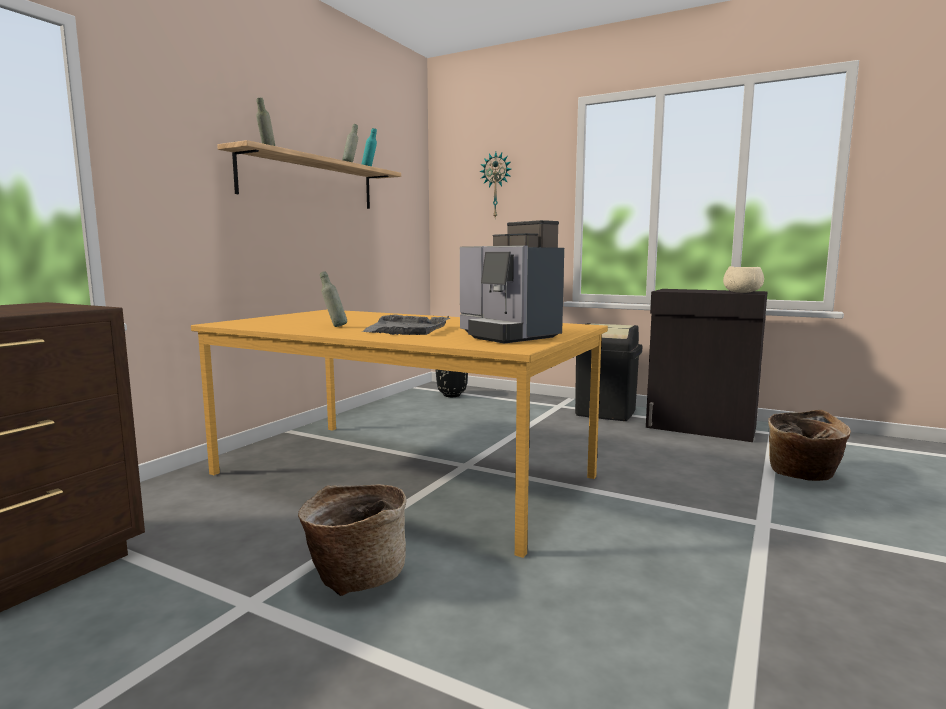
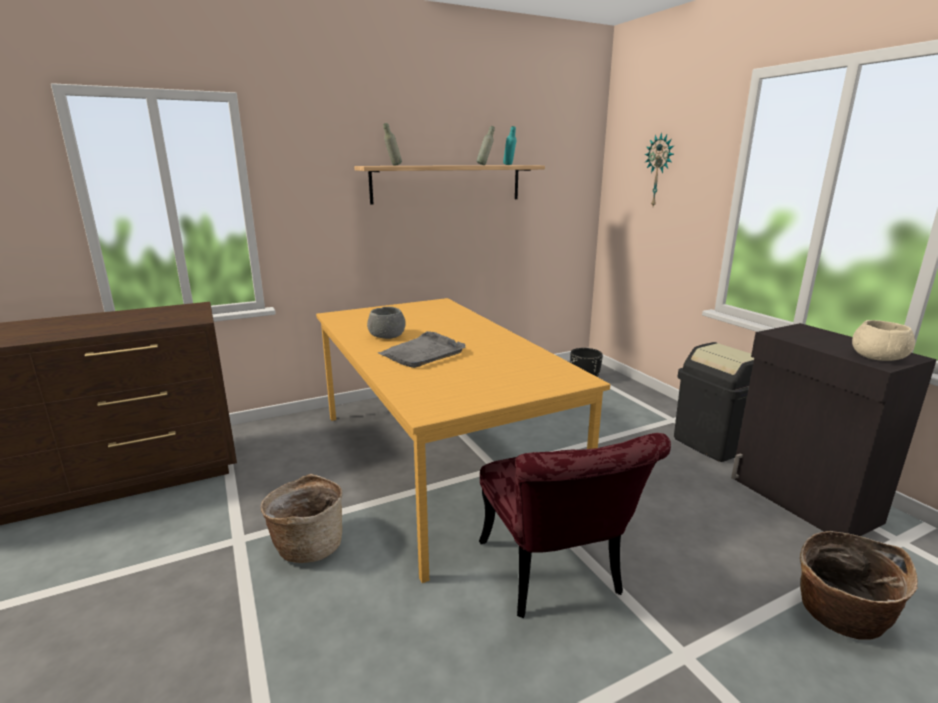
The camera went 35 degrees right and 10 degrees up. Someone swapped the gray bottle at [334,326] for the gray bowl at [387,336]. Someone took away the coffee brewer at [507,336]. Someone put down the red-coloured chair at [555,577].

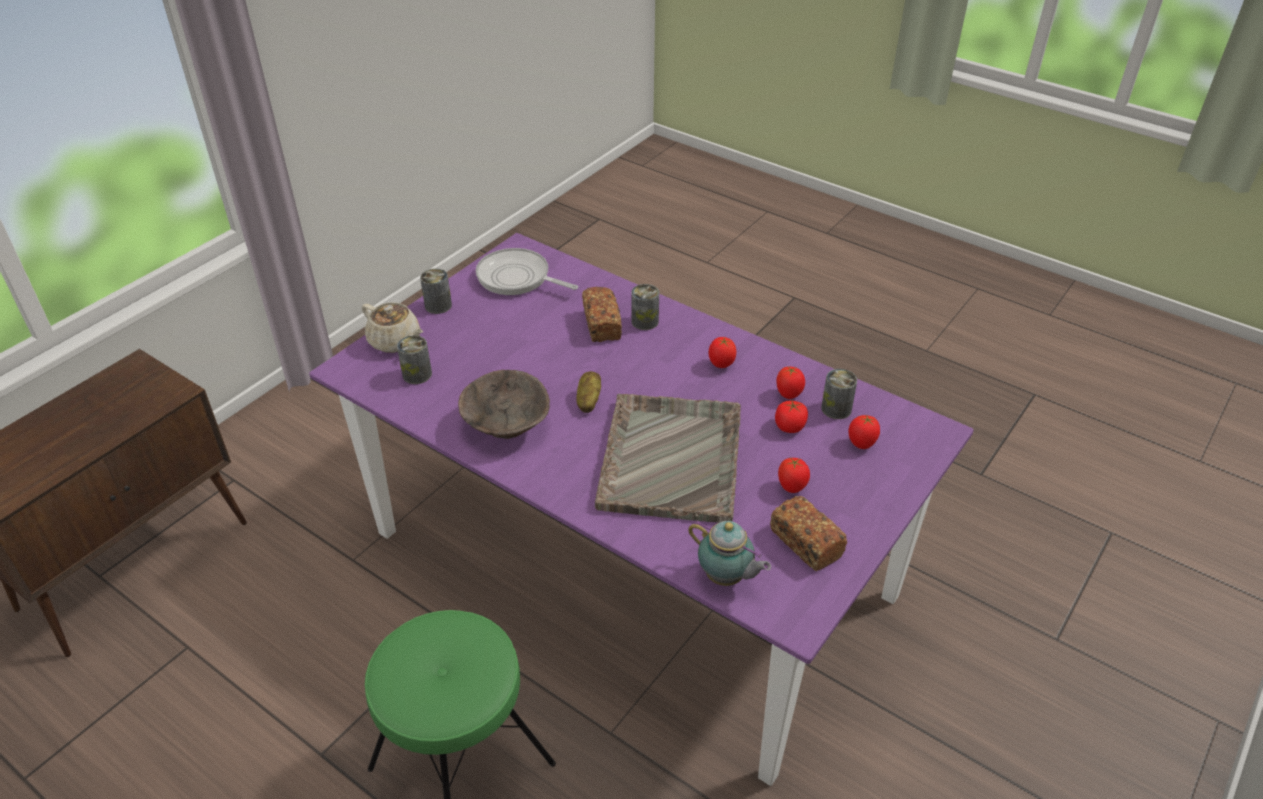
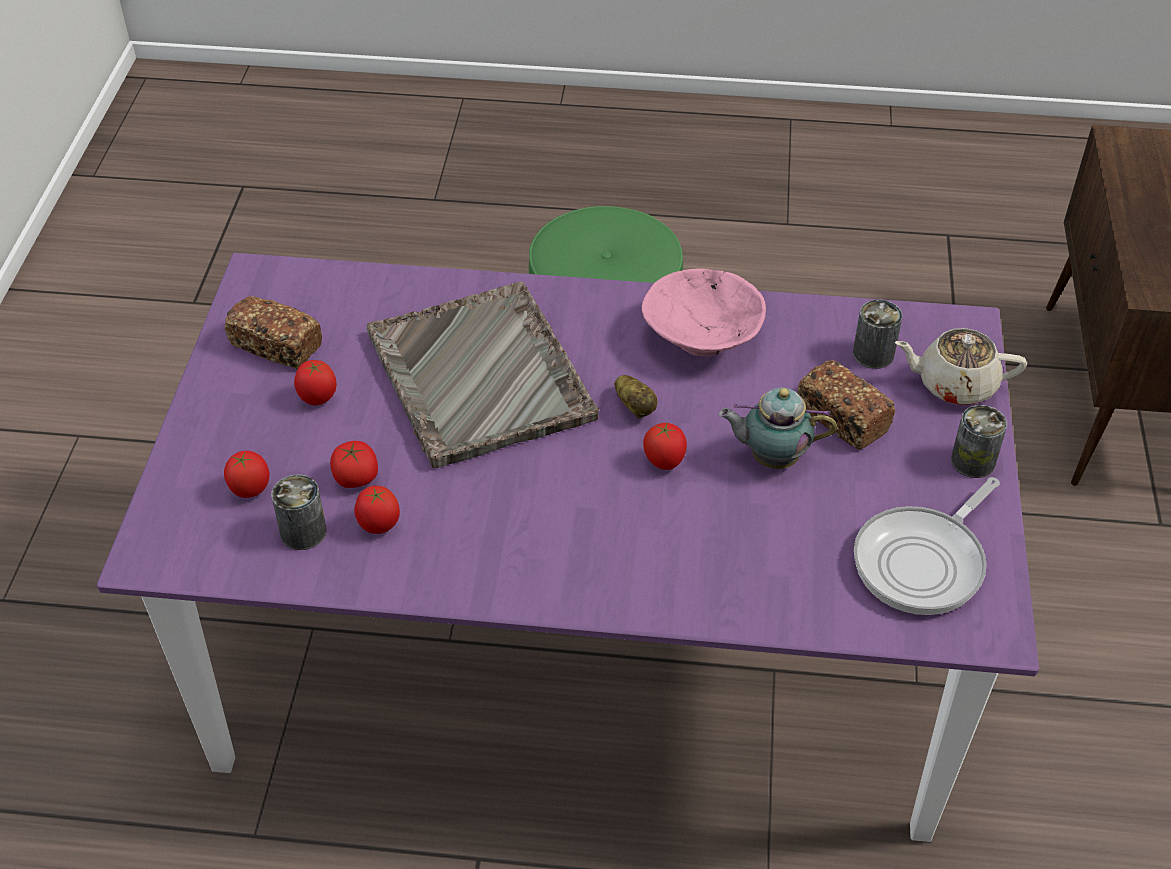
The camera went 150 degrees right and 5 degrees up. Someone repainted the brownish bowl at [506,424], which became the pink bowl at [703,339]. Someone rotated the skillet at [517,278] by 135 degrees clockwise. Someone carried the bakery bread from [602,325] to [842,418]. Someone took away the can at [645,321]. Someone carried the tea pot from [726,578] to [771,458]. Someone carried the tomato from [721,365] to [664,462].

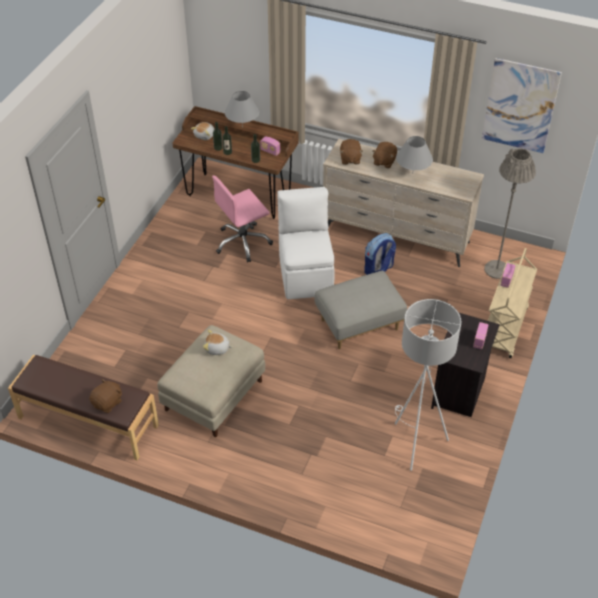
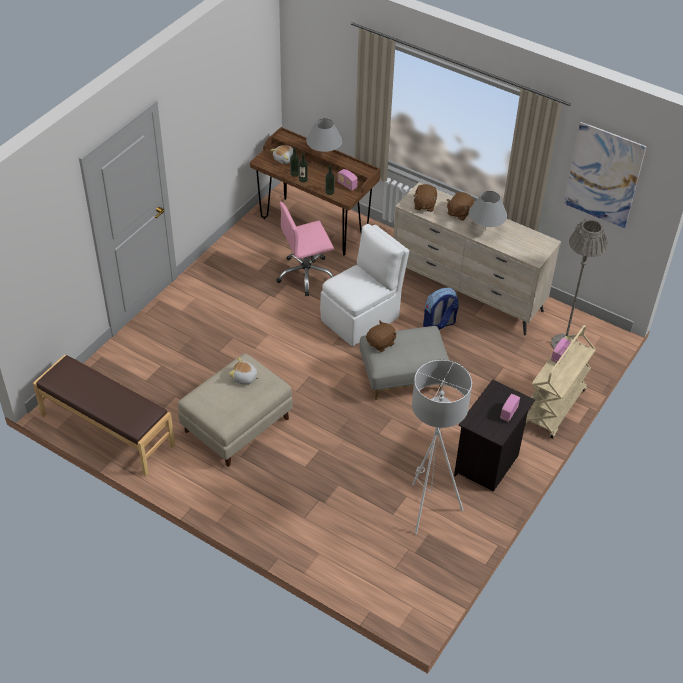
The camera went 10 degrees right and 0 degrees up. Someone carried the brownish cuddly toy from [108,403] to [381,343]. Someone rotated the white-coloured chair at [305,274] by 45 degrees clockwise.

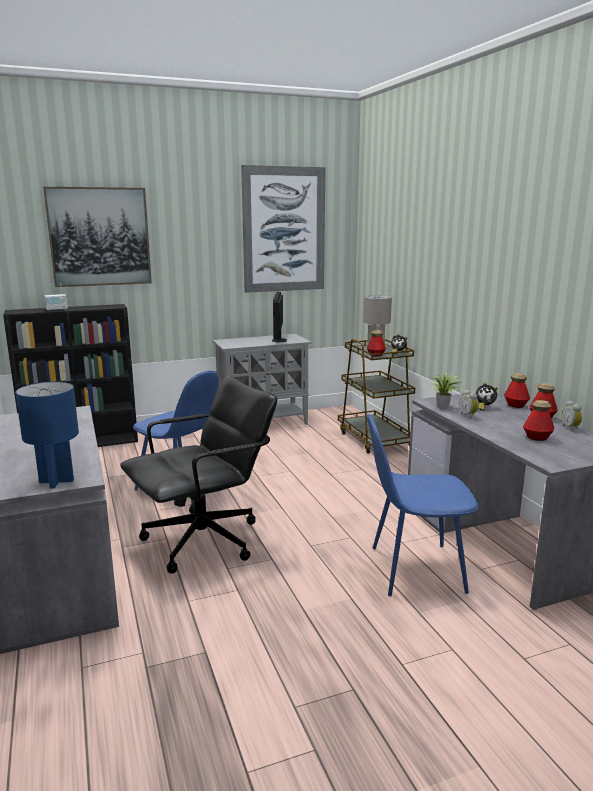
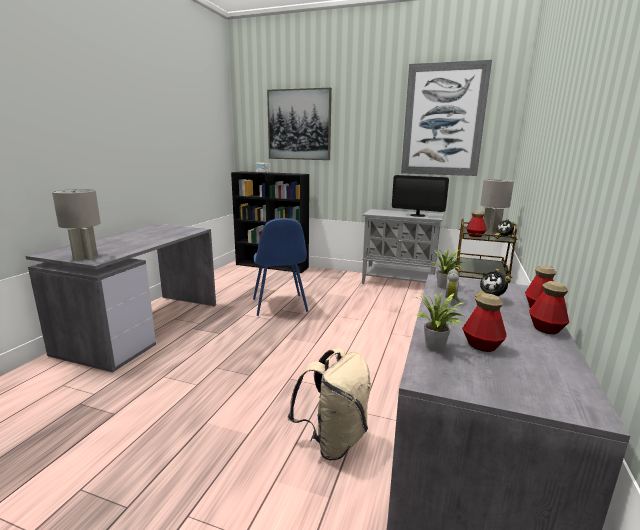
The camera went 40 degrees right and 0 degrees up. Someone repainted the blue-coloured lamp for a table at [56,481], which became the gray lamp for a table at [85,258]. Someone took away the black computer chair at [204,541]. Someone rotated the monitor at [279,340] by 105 degrees counterclockwise. Someone swapped the blue-coloured chair at [414,569] for the beige-coloured knapsack at [333,440]. Someone took away the table clock at [571,428]. Someone put down the houseplant at [436,348].

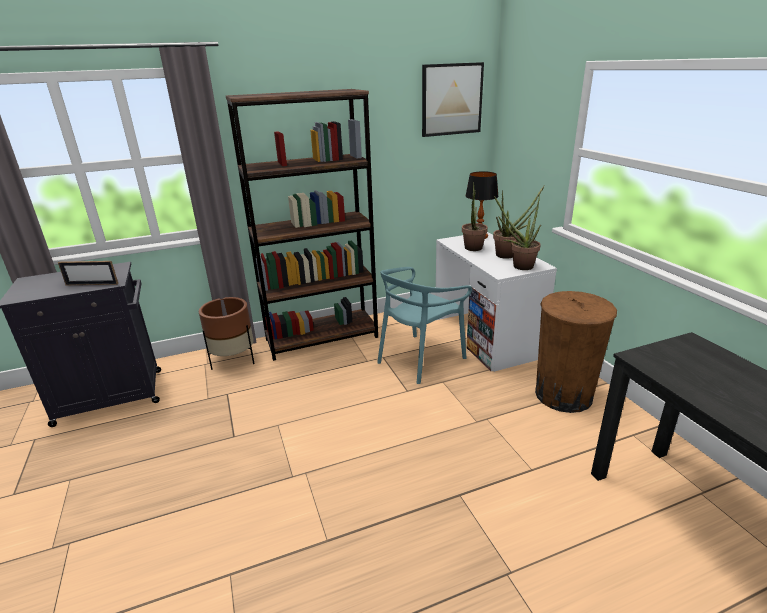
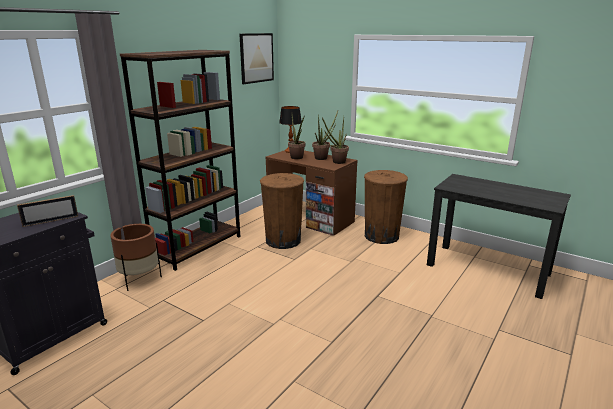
The camera went 35 degrees left and 5 degrees down. Someone swapped the blue-green chair at [420,359] for the brownish waste bin at [283,240]. Someone repainted the white-coloured desk unit at [485,337], which became the brownish desk unit at [310,219].

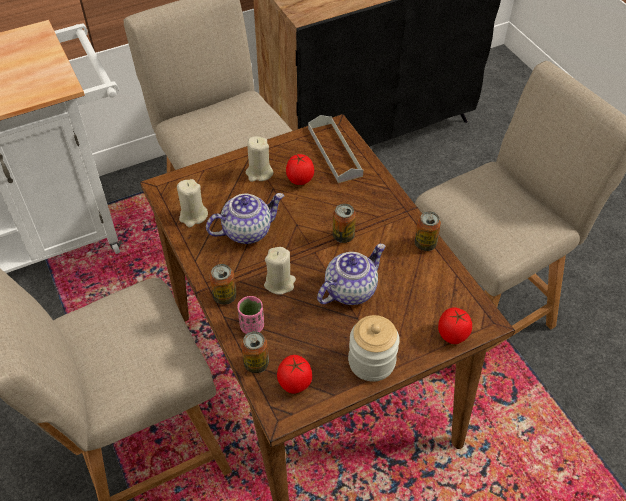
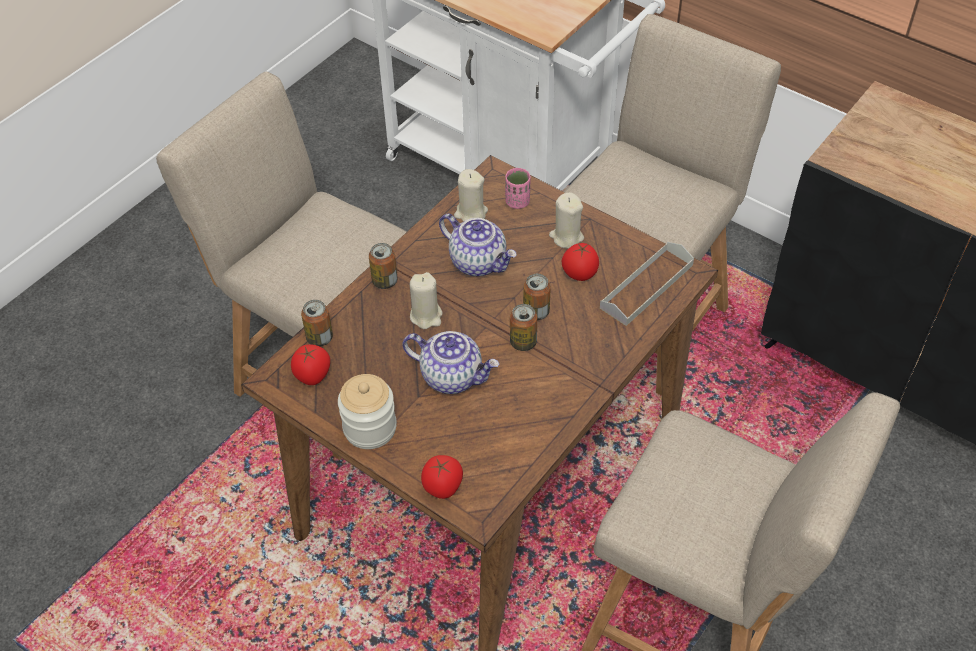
The camera went 65 degrees right and 0 degrees up. Someone carried the pink drinking cup from [252,326] to [517,202]. Someone carried the can from [425,244] to [536,312].

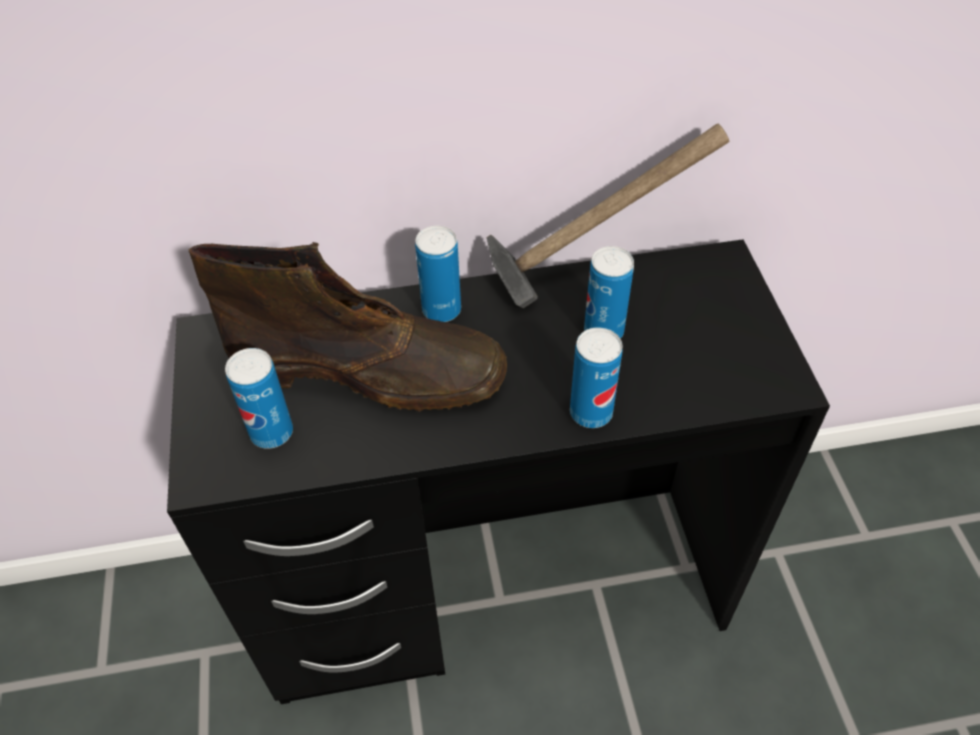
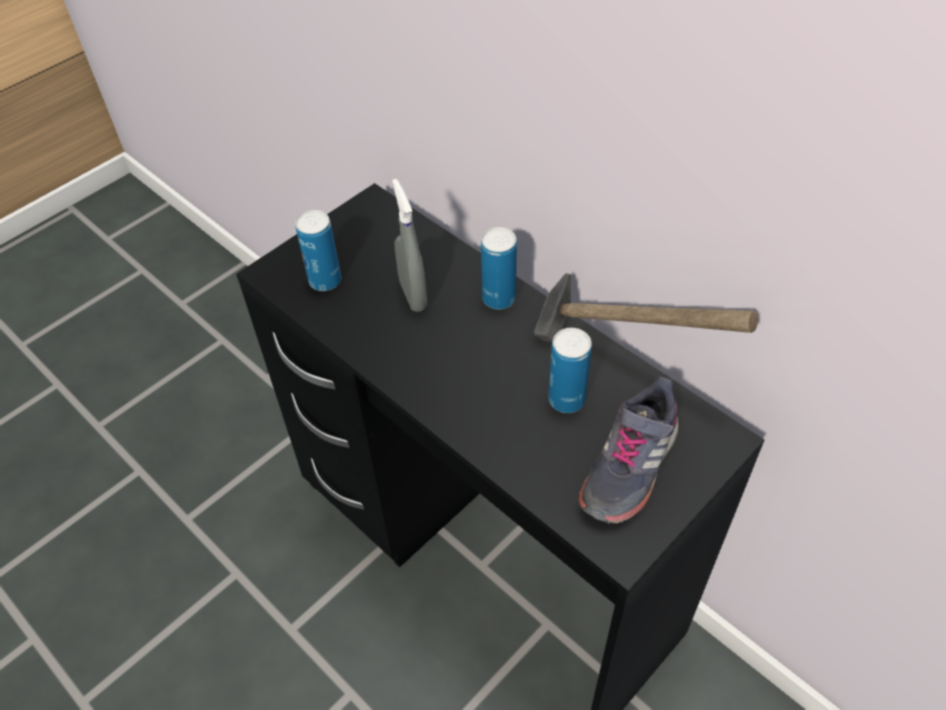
The camera went 55 degrees right and 0 degrees up. Someone swapped the brownish tall boot at [371,370] for the gray sprayer at [413,295]. Someone took away the can at [591,412]. Someone put down the gray item of footwear at [628,466].

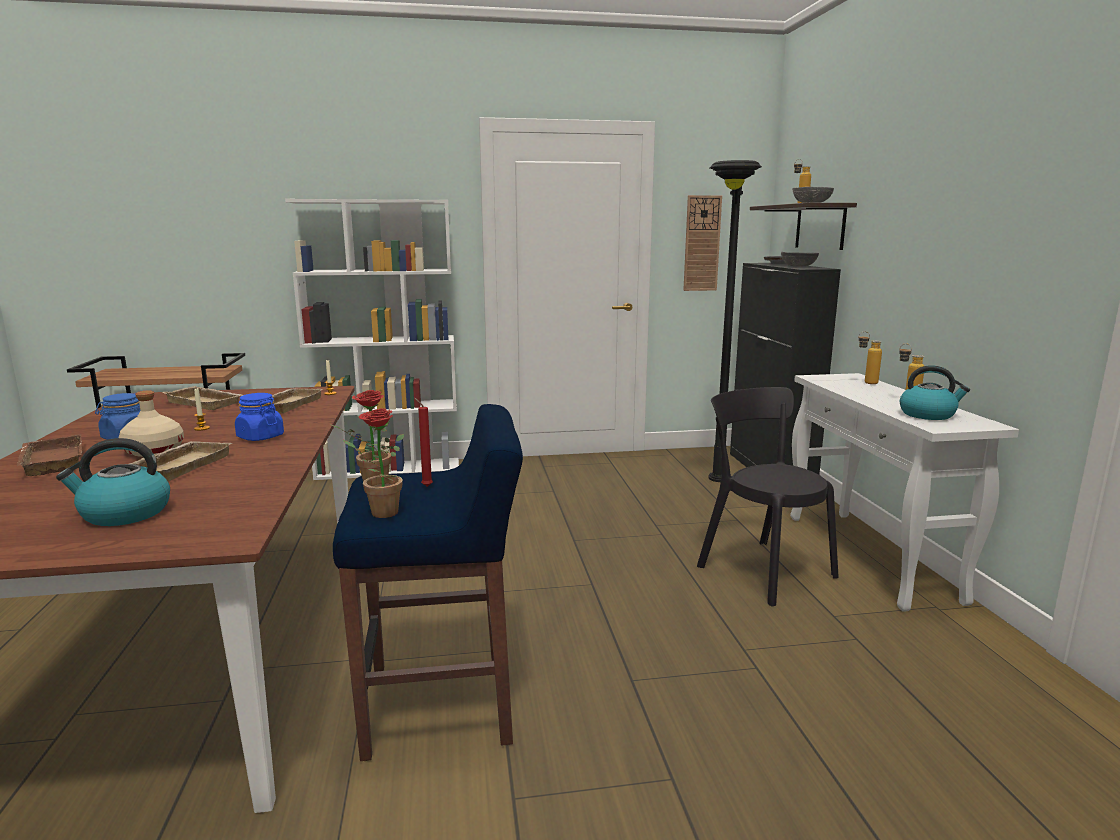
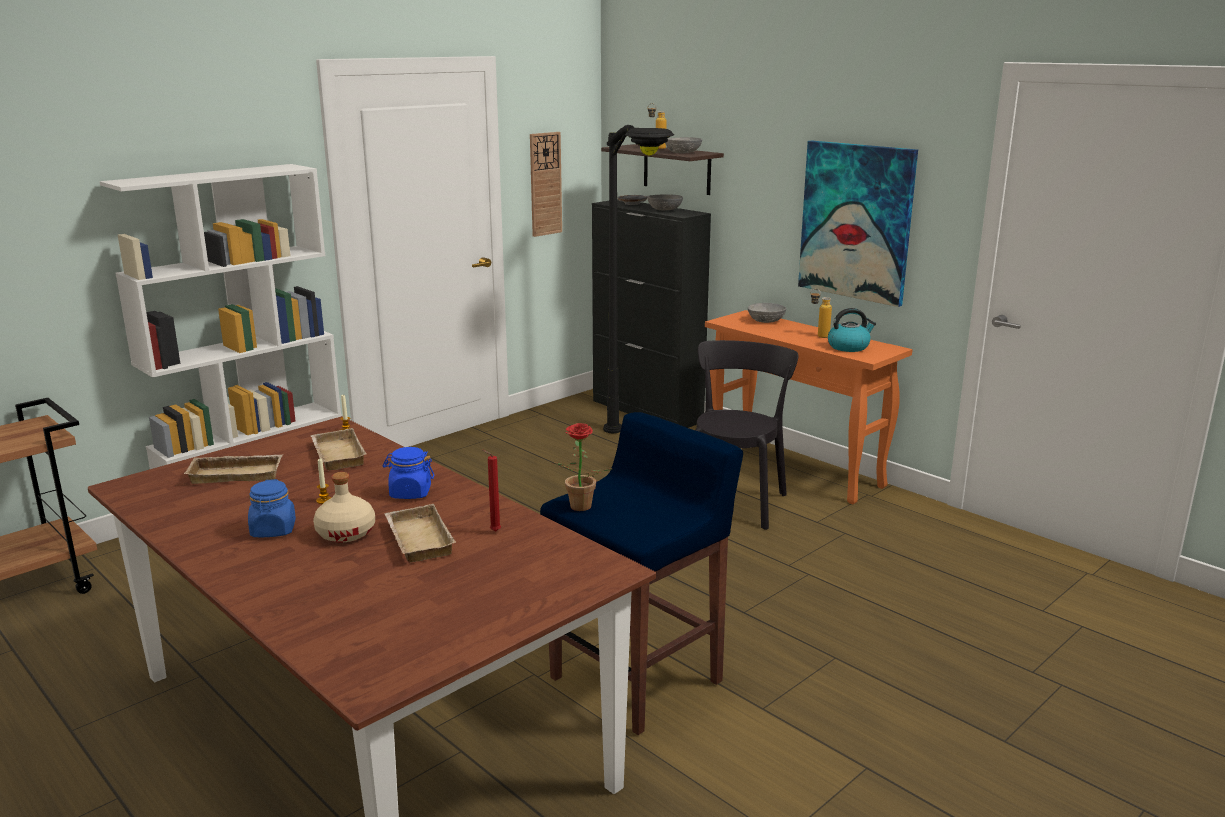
The camera went 35 degrees left and 5 degrees up. Someone took away the brownish serving tray at [50,461]. Someone took away the tea kettle at [124,514]. Someone took away the houseplant at [378,512]. Someone carried the red-coloured candle from [425,486] to [493,531]. Someone rotated the black chair at [761,569] by 90 degrees clockwise. Someone repainted the white-coloured narrow table at [871,557], which became the orangey narrow table at [796,469]. Someone swapped the bottle at [865,383] for the gray bowl at [766,321]. Someone put up the picture at [856,221].

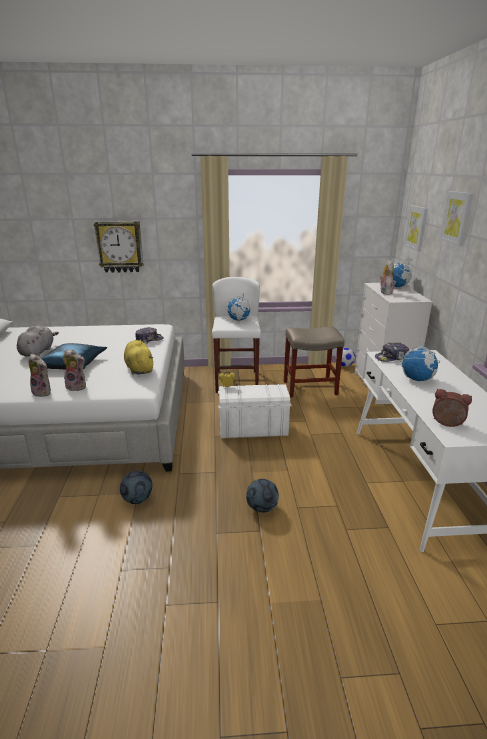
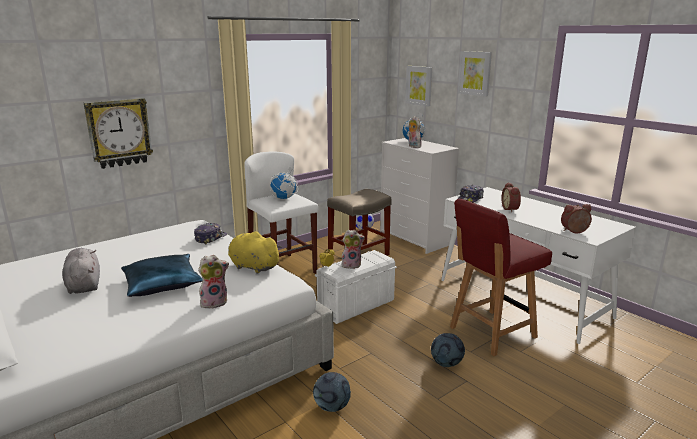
The camera went 35 degrees left and 5 degrees down. Someone carried the cuddly toy from [43,392] to [351,265]. Someone swapped the desk globe at [417,379] for the table clock at [511,209]. Someone put down the red-coloured chair at [491,332].

